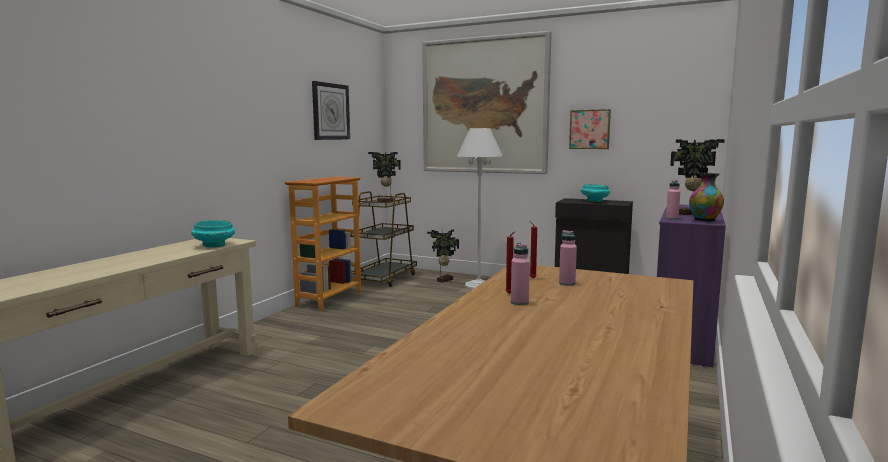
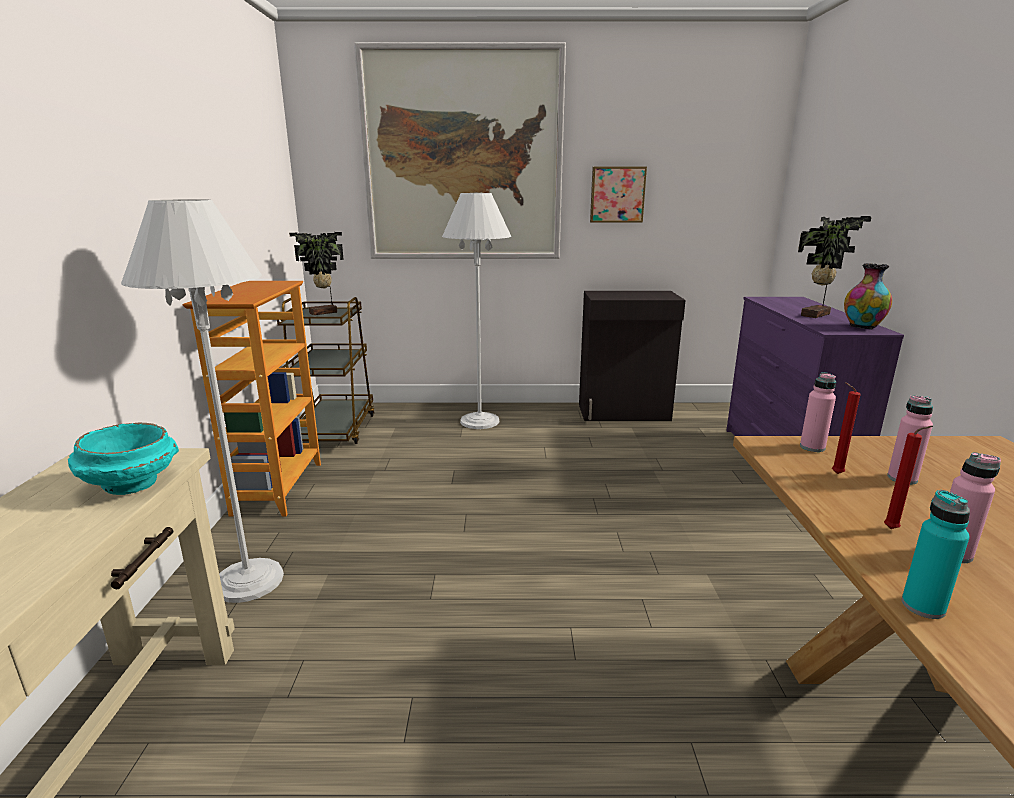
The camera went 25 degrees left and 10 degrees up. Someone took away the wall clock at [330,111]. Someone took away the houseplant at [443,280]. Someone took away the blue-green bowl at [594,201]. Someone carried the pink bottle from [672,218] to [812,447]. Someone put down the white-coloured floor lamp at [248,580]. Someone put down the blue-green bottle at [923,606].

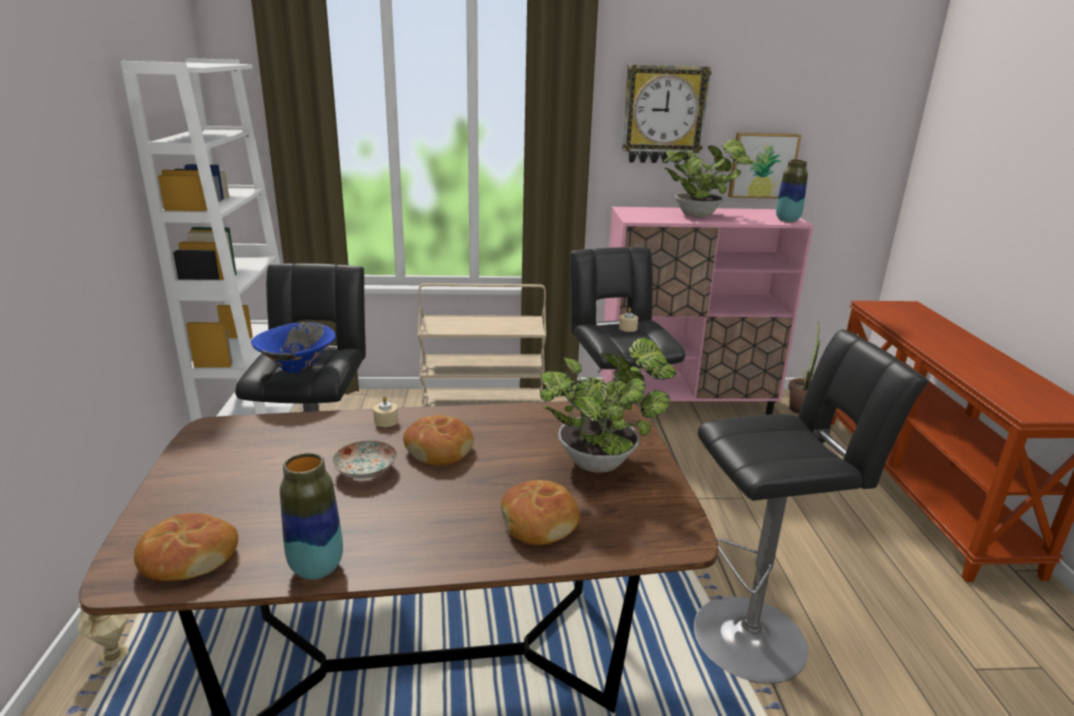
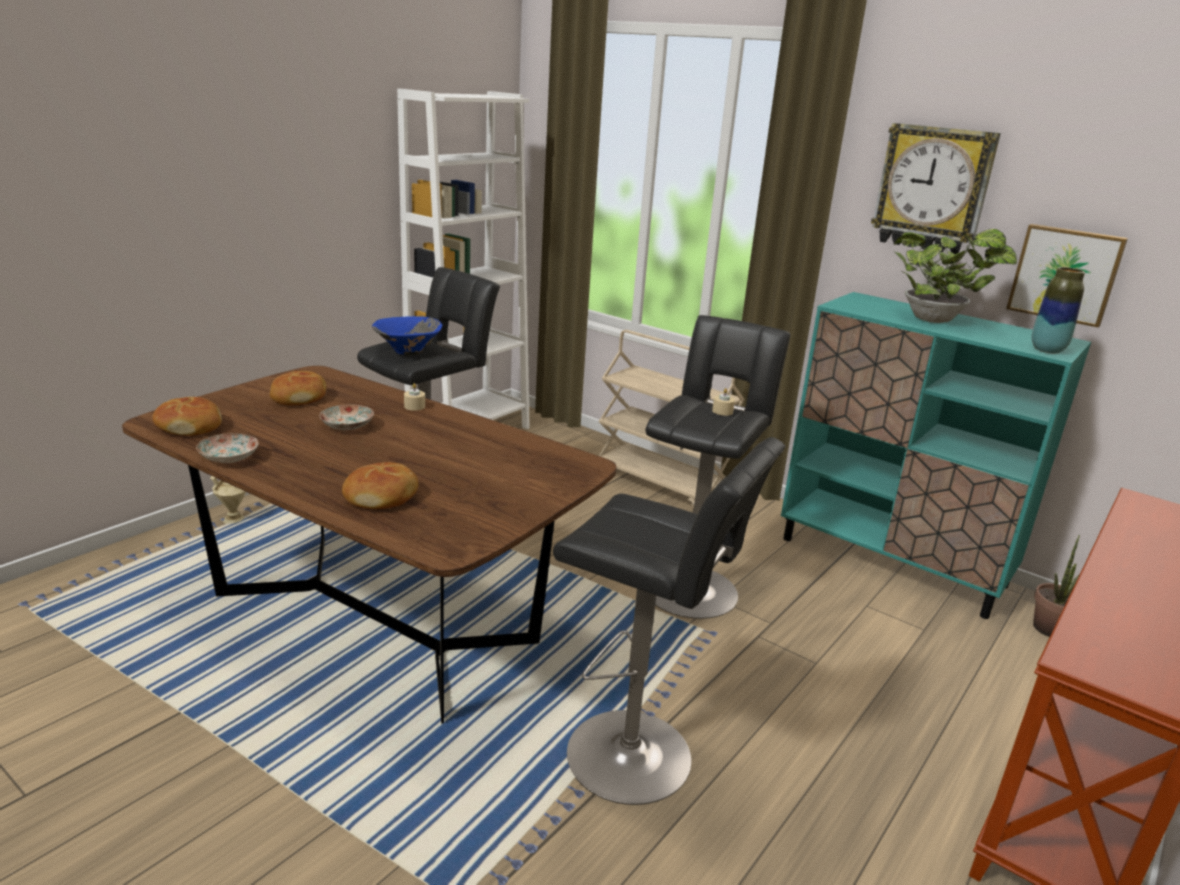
The camera went 40 degrees right and 0 degrees up. Someone swapped the vase at [316,568] for the flat dish at [230,458]. Someone carried the bakery bread from [439,450] to [299,397]. Someone took away the houseplant at [601,460]. Someone repainted the pink storage cabinet at [685,405], which became the blue-green storage cabinet at [892,562].

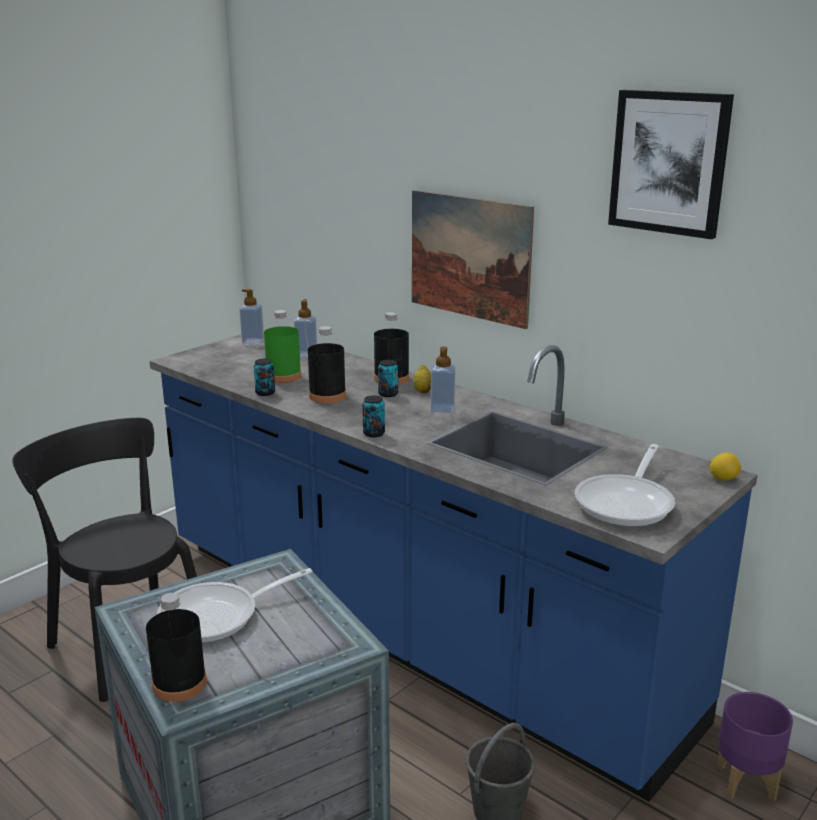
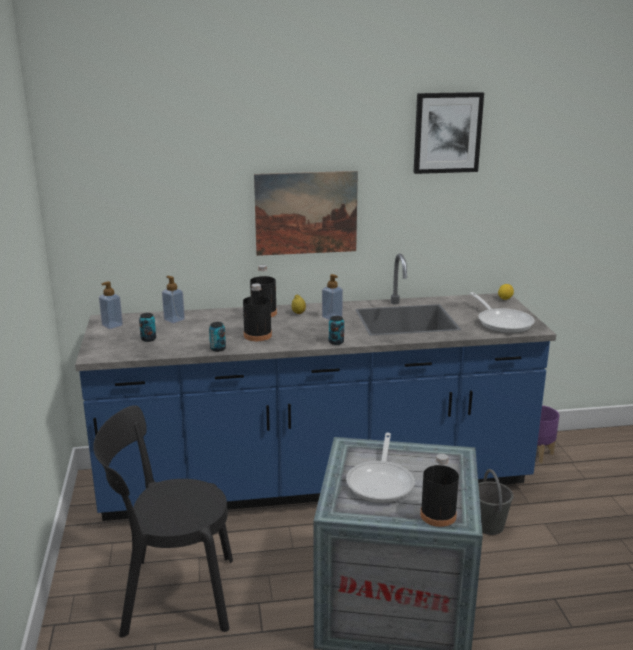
The camera went 50 degrees left and 0 degrees up. Someone took away the green-coloured bottle at [283,376]. Someone carried the can from [388,394] to [148,339].

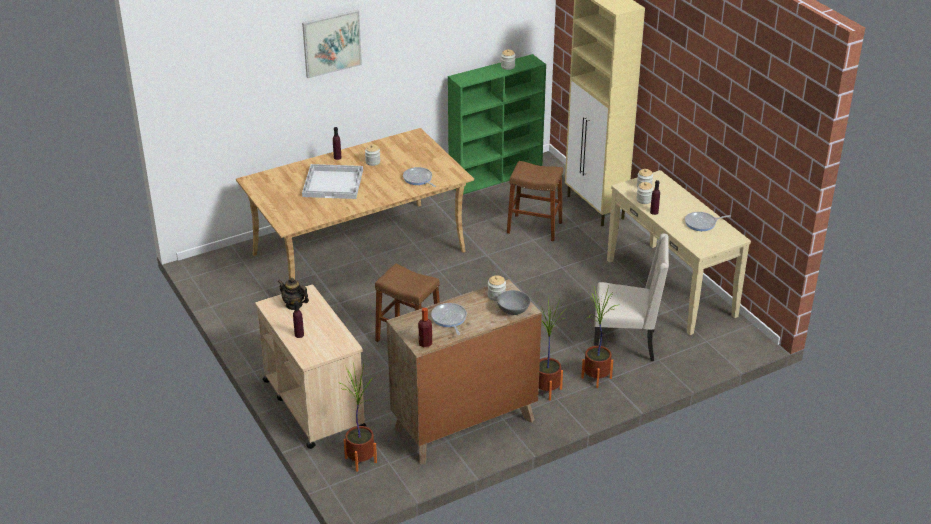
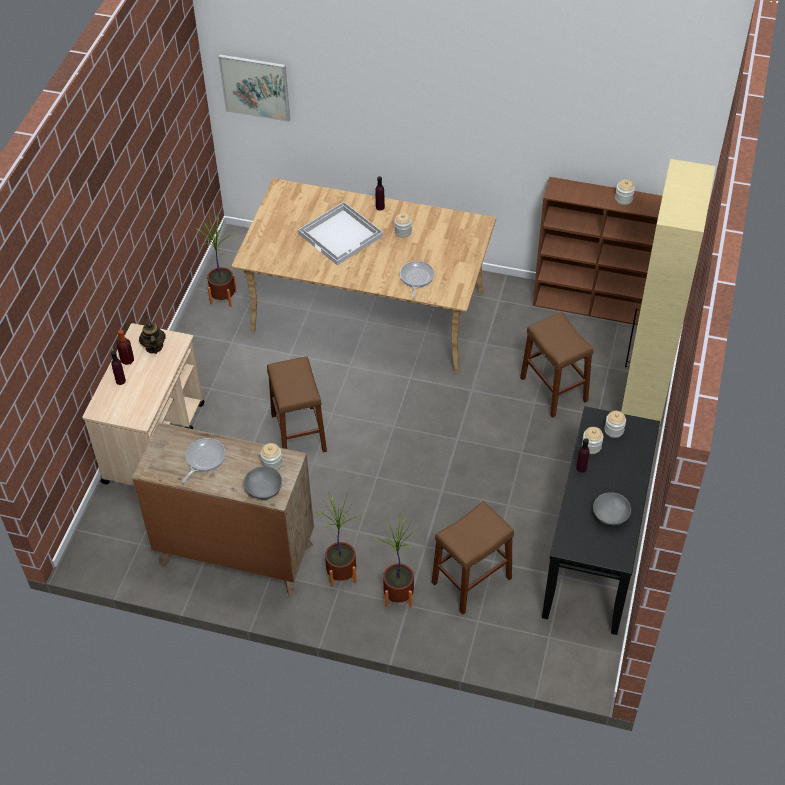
The camera went 45 degrees right and 15 degrees up. Someone carried the picture from [331,43] to [255,87]. Someone carried the houseplant from [361,460] to [223,298]. Someone carried the bottle from [425,343] to [127,360]. Someone repainted the green-coloured shelving unit at [496,176], which became the brownish shelving unit at [592,305]. Someone swapped the beige-coloured chair at [626,343] for the brownish stool seat at [471,580]. Someone repainted the beige-coloured narrow table at [671,287], which became the black narrow table at [595,551]. Someone swapped the skillet at [702,223] for the gray bowl at [610,516].

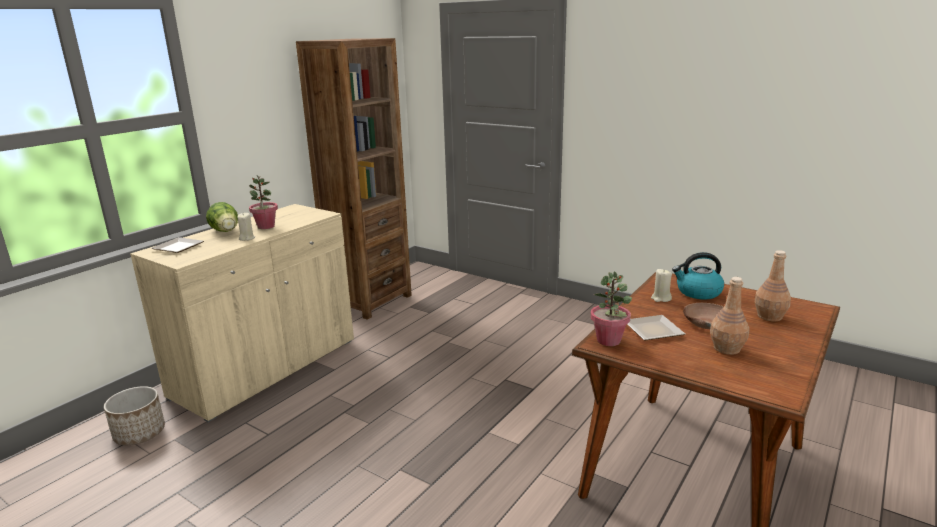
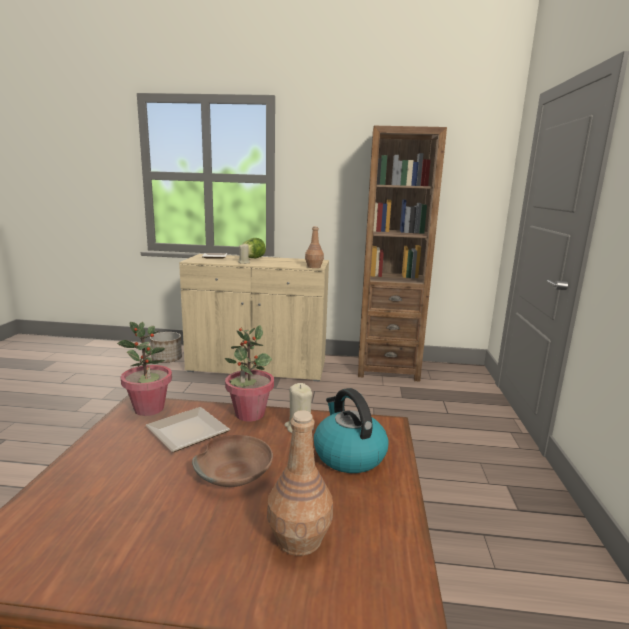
The camera went 60 degrees right and 5 degrees down. Someone carried the houseplant from [266,226] to [249,414]. Someone carried the brownish bottle from [727,348] to [314,267].

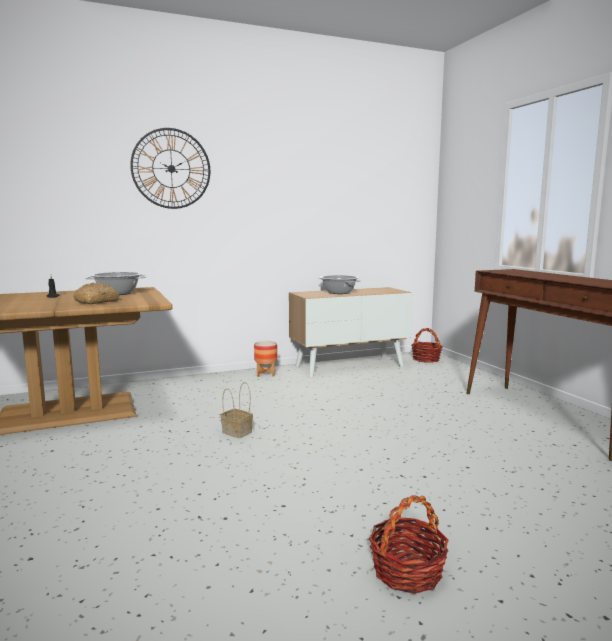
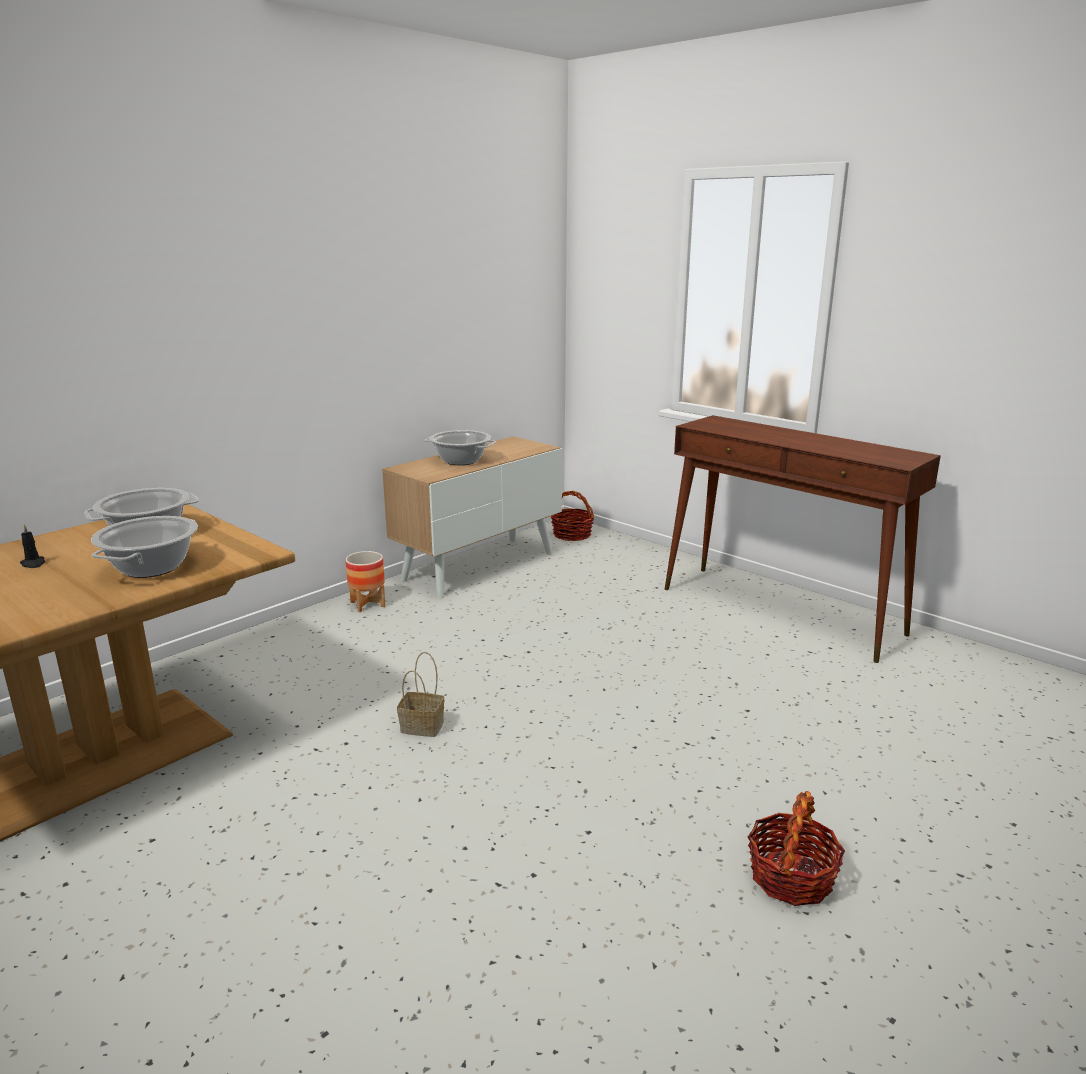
The camera went 25 degrees left and 10 degrees up. Someone swapped the bakery bread at [97,301] for the stockpot at [151,567]. Someone took away the wall clock at [171,168].

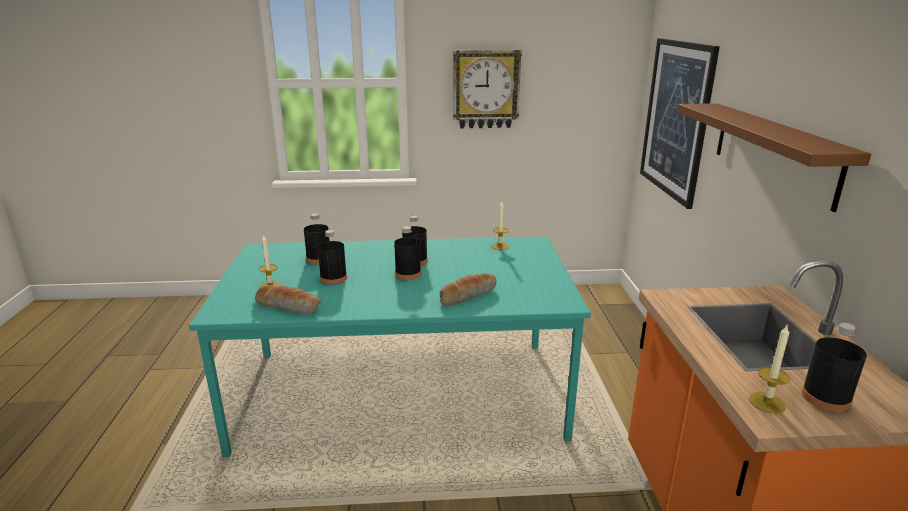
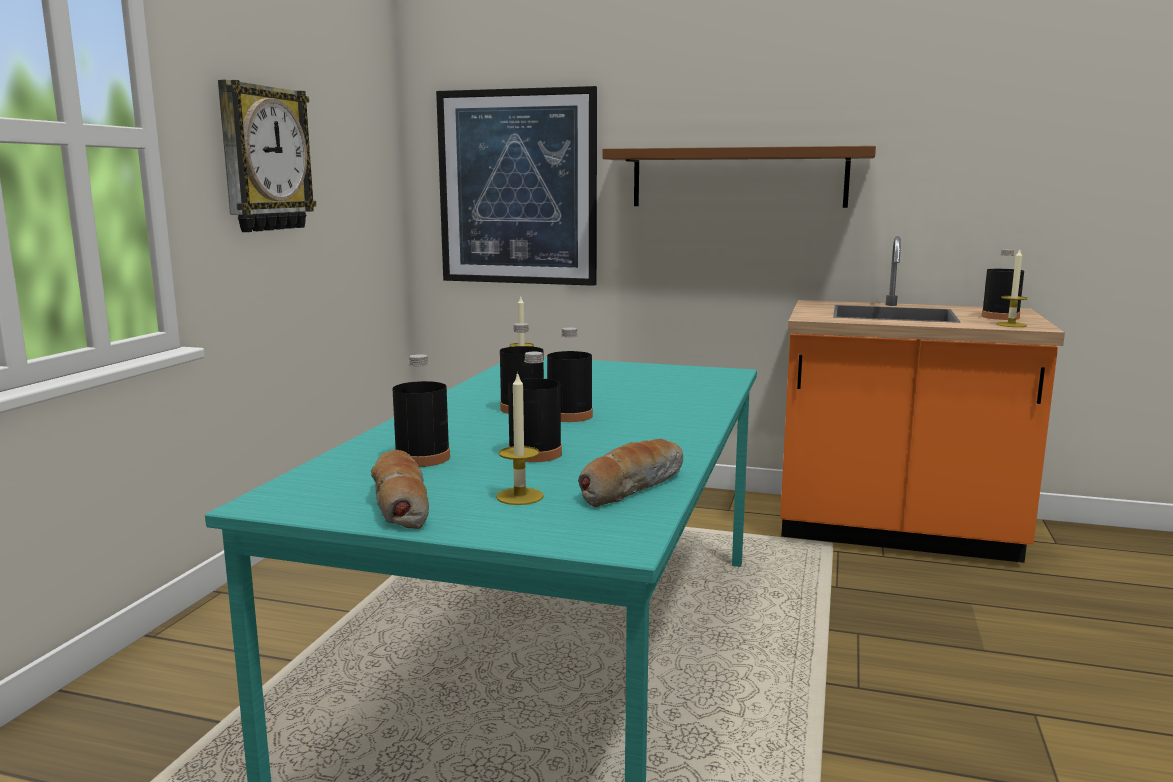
The camera went 70 degrees left and 10 degrees down. Someone carried the bakery bread from [467,295] to [399,503].

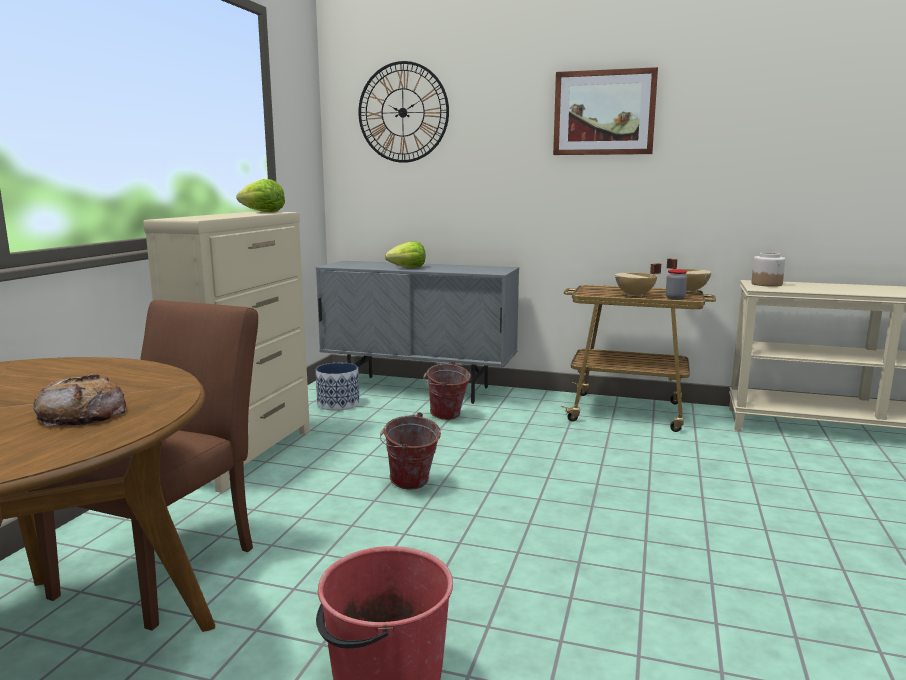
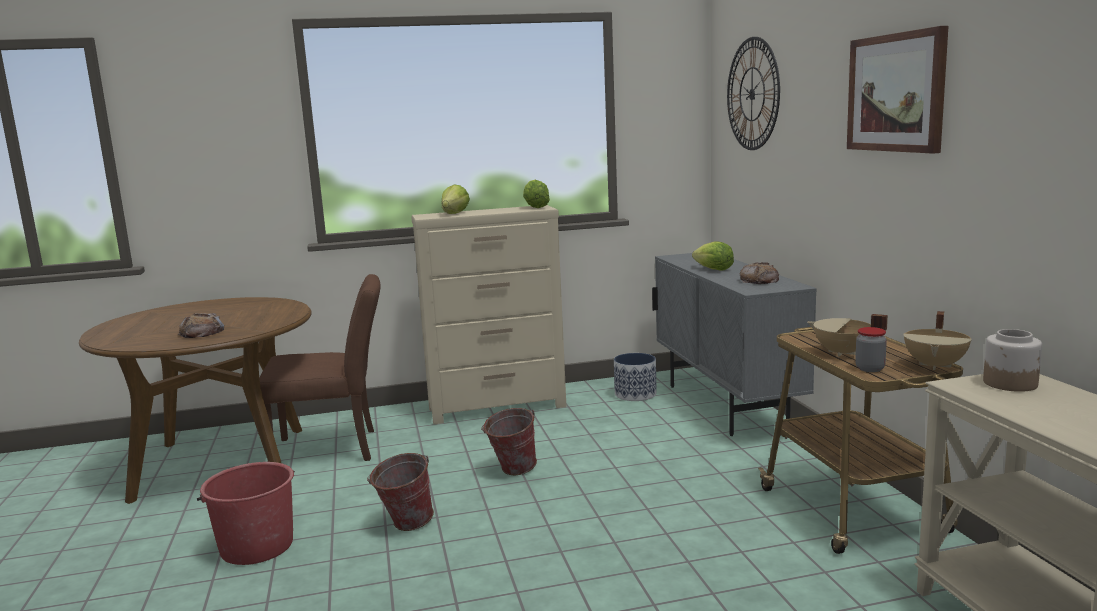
The camera went 60 degrees right and 0 degrees up. Someone carried the water bucket from [446,417] to [404,525]. Someone put down the lettuce at [454,214]. Someone put down the bakery bread at [759,280].

